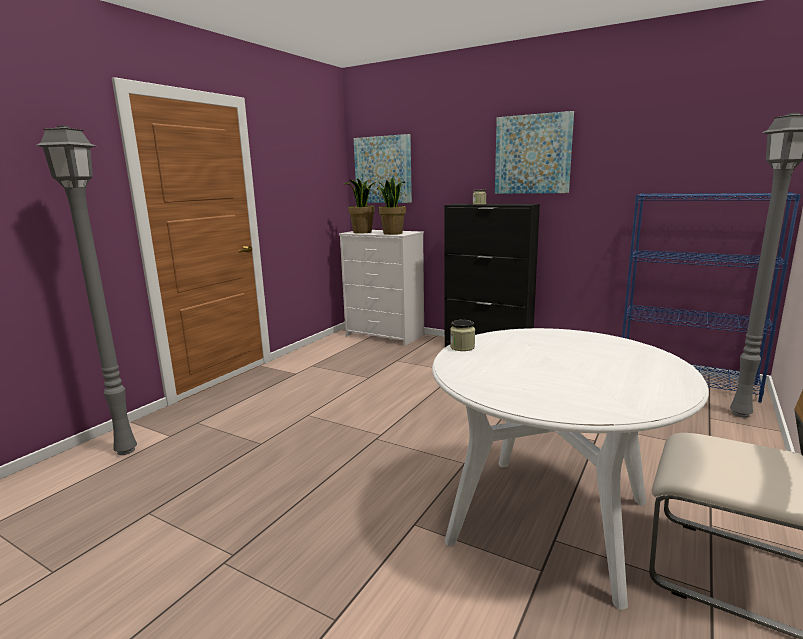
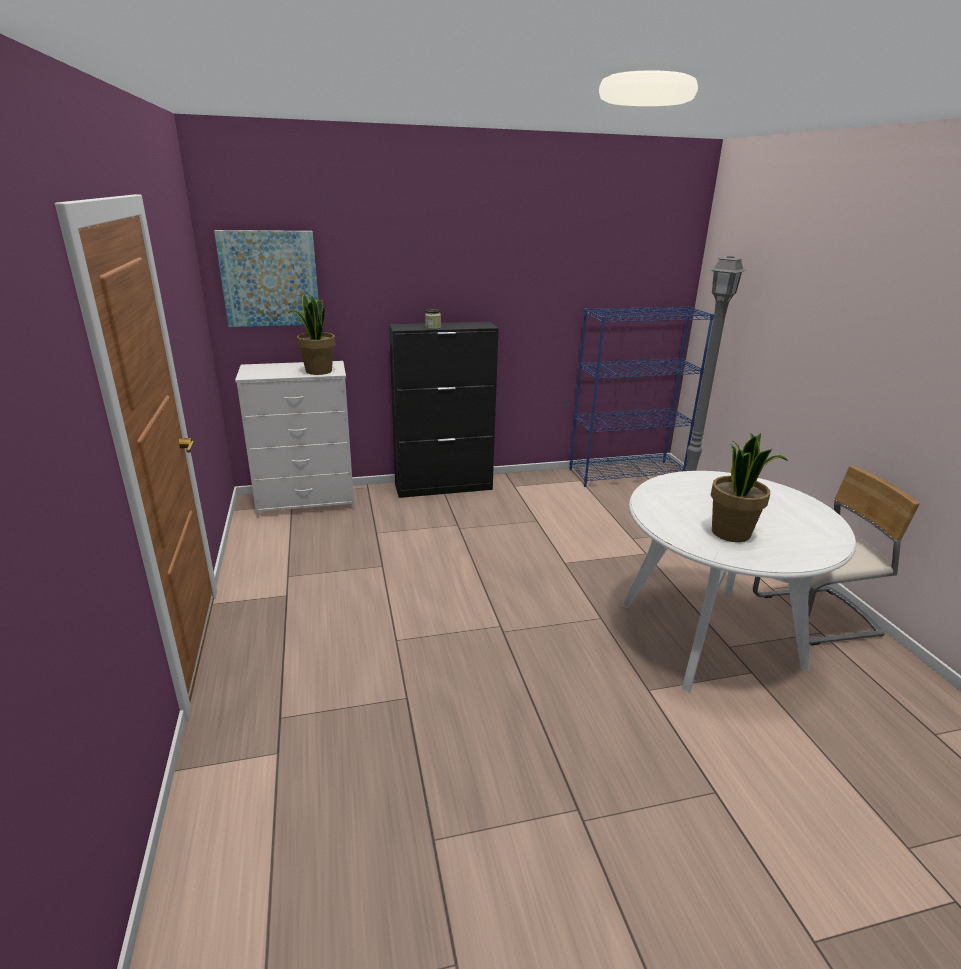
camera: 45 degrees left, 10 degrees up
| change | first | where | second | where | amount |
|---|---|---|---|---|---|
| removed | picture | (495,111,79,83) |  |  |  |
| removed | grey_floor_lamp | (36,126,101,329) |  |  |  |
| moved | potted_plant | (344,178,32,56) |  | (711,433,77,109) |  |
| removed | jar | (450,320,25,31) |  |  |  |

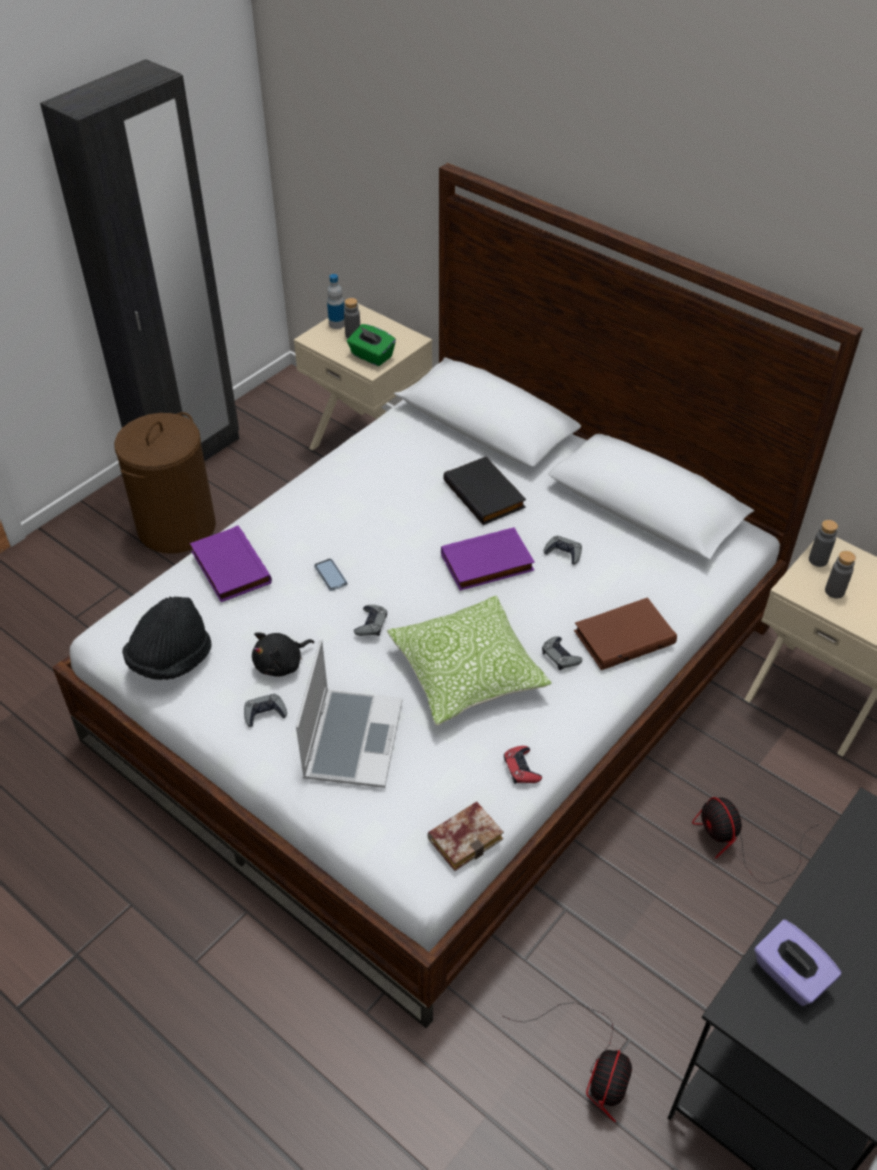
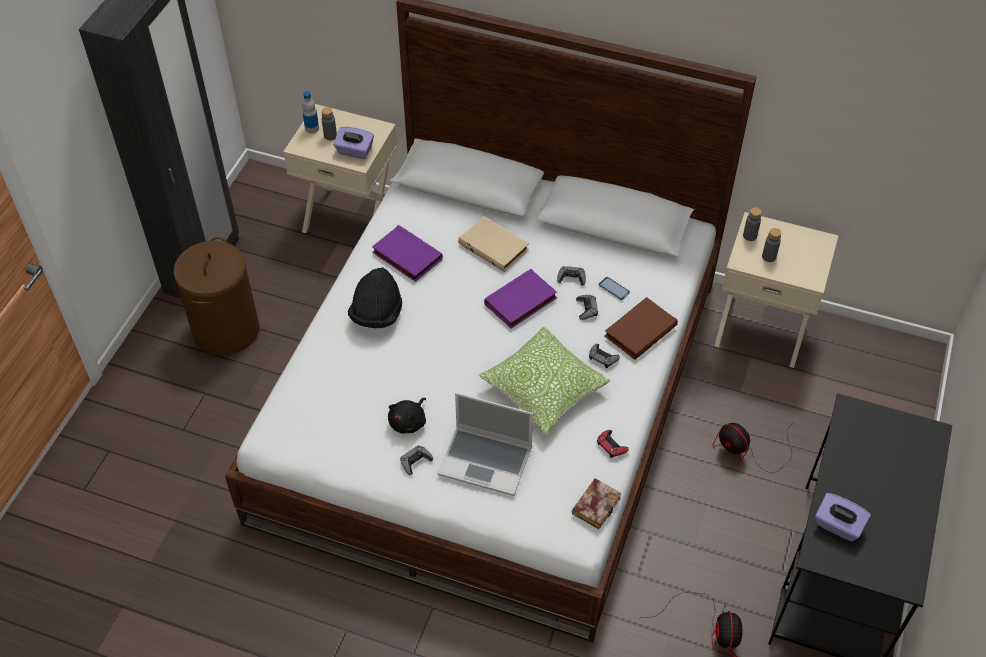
camera: 20 degrees left, 5 degrees up
| change | first | where | second | where | amount |
|---|---|---|---|---|---|
| recoloured | green_tissue_box | (347,324,49,42) | purple_tissue_box | (333,127,41,32) |  |
| recoloured | black_book | (443,457,83,68) | beige_book | (458,216,71,56) |  |
| moved | purple_book | (190,526,82,76) |  | (372,225,71,57) |  |
| moved | phone | (314,559,33,32) |  | (598,277,32,23) |  |
| moved | black_hat | (122,597,90,83) |  | (348,267,54,61) |  |
| moved | grey_game_controller | (354,605,33,31) |  | (576,295,22,25) |  |
| turned | laptop | (296,639,107,149) |  | (438,393,95,103) | 120 degrees clockwise |

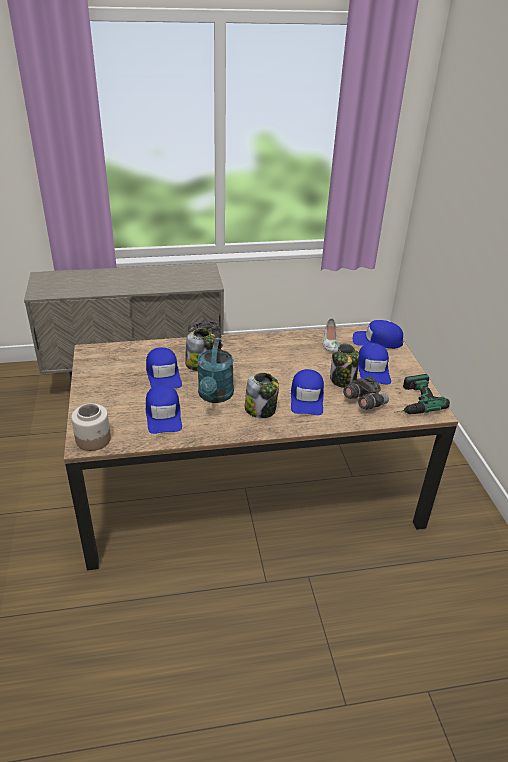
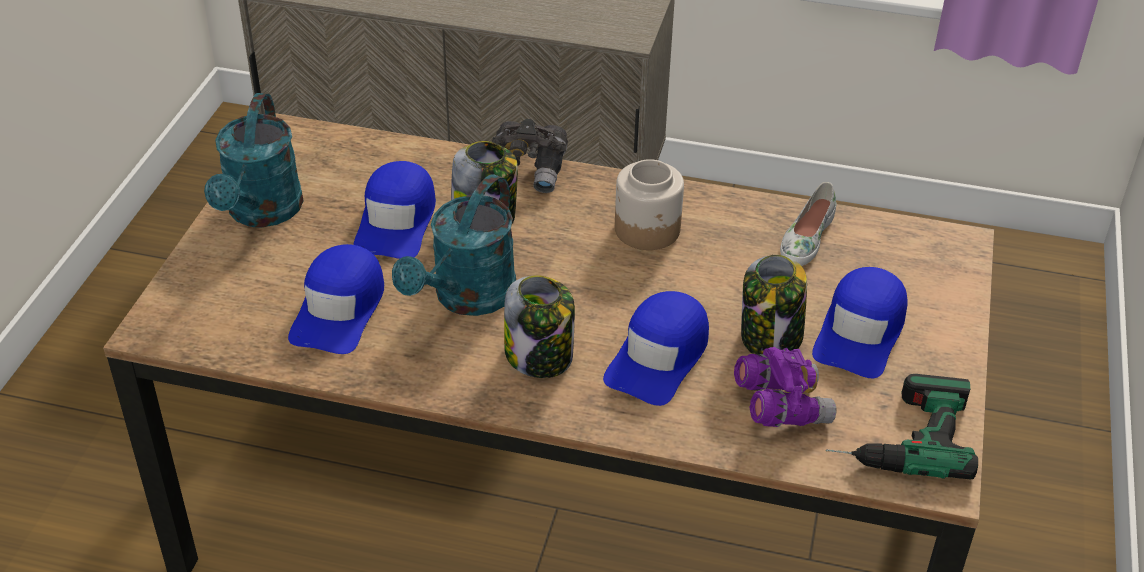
camera: 25 degrees right, 5 degrees up
| change | first | where | second | where | amount |
|---|---|---|---|---|---|
| removed | blue_cap | (353,320,50,29) |  |  |  |
| recoloured | grey_binoculars | (343,376,46,34) | purple_binoculars | (734,347,102,80) |  |
| moved | jar | (71,403,40,48) |  | (615,159,69,91) |  |
| added |  |  | turquoise_watering_can | (204,93,100,134) |  |

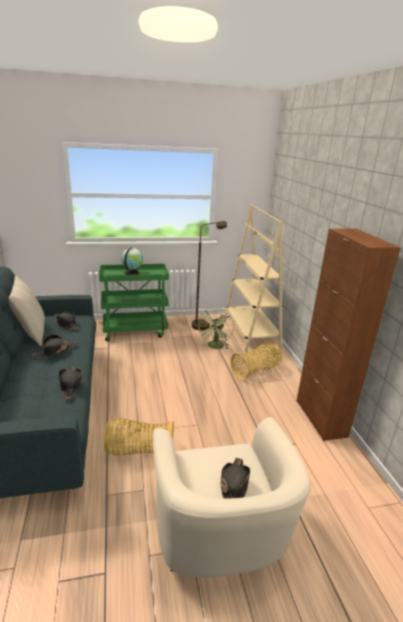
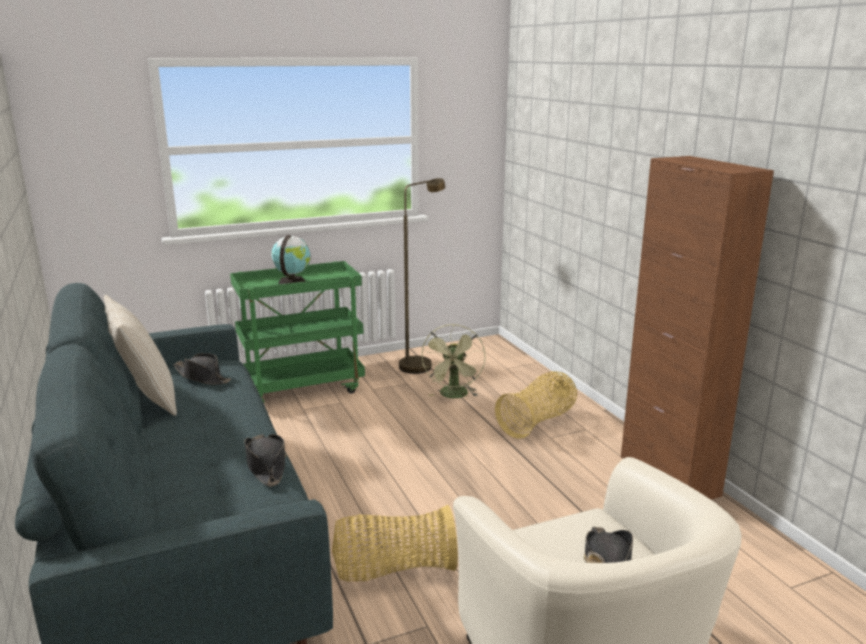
camera: 10 degrees left, 5 degrees down
| change | first | where | second | where | amount |
|---|---|---|---|---|---|
| removed | beige_bookcase | (225,204,58,148) |  |  |  |
| removed | black_hat | (31,334,46,23) |  |  |  |

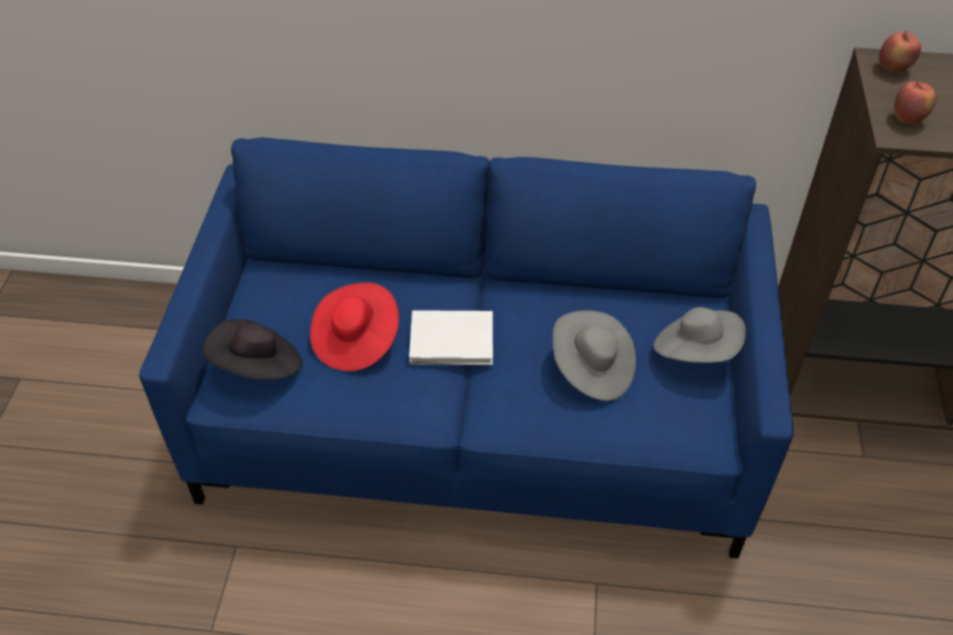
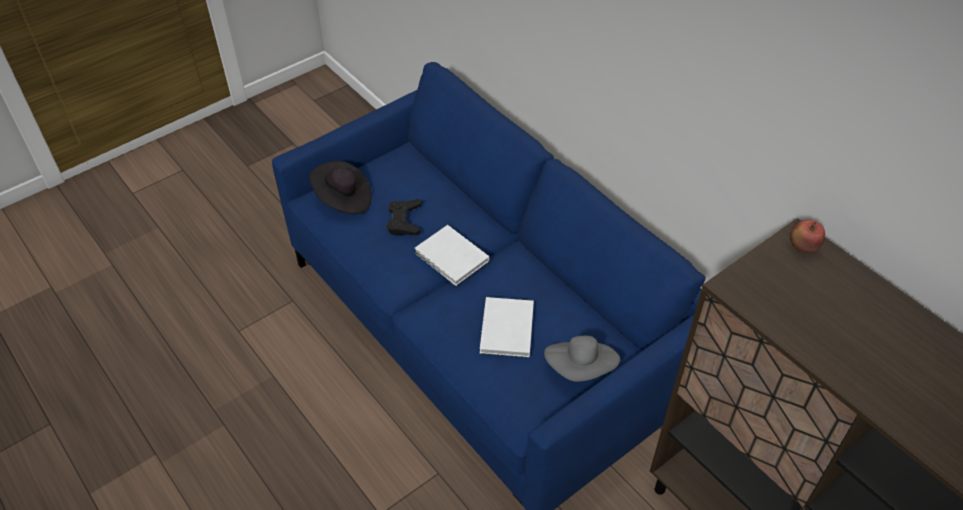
camera: 45 degrees right, 0 degrees up
| change | first | where | second | where | amount |
|---|---|---|---|---|---|
| removed | apple | (894,81,43,43) |  |  |  |
| replaced | red_hat | (310,283,89,88) | black_game_controller | (386,199,36,36) |  |
| replaced | grey_hat | (553,310,83,91) | white_book | (480,297,54,60) |  |

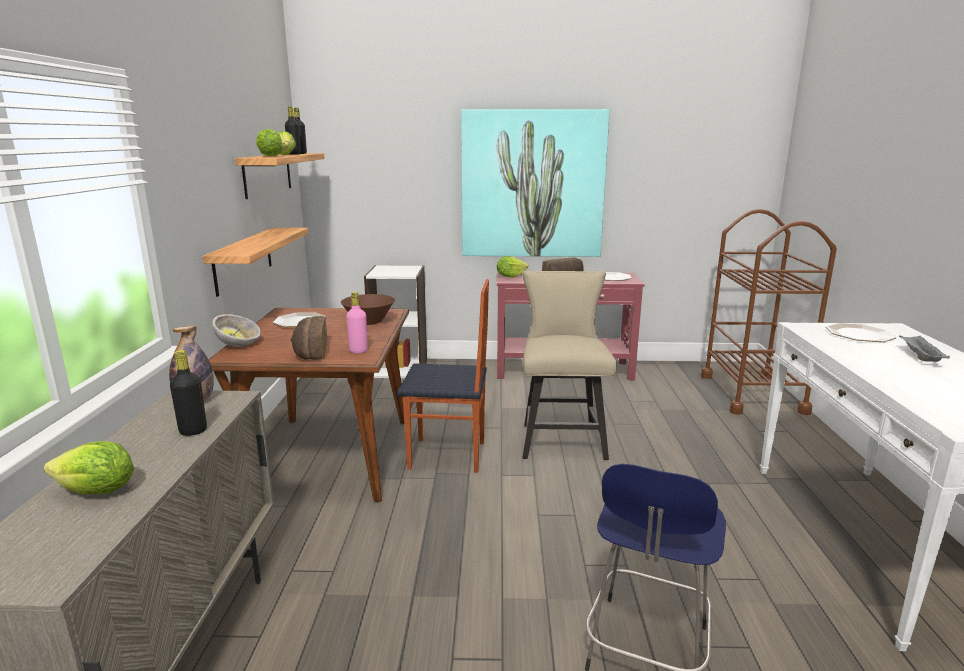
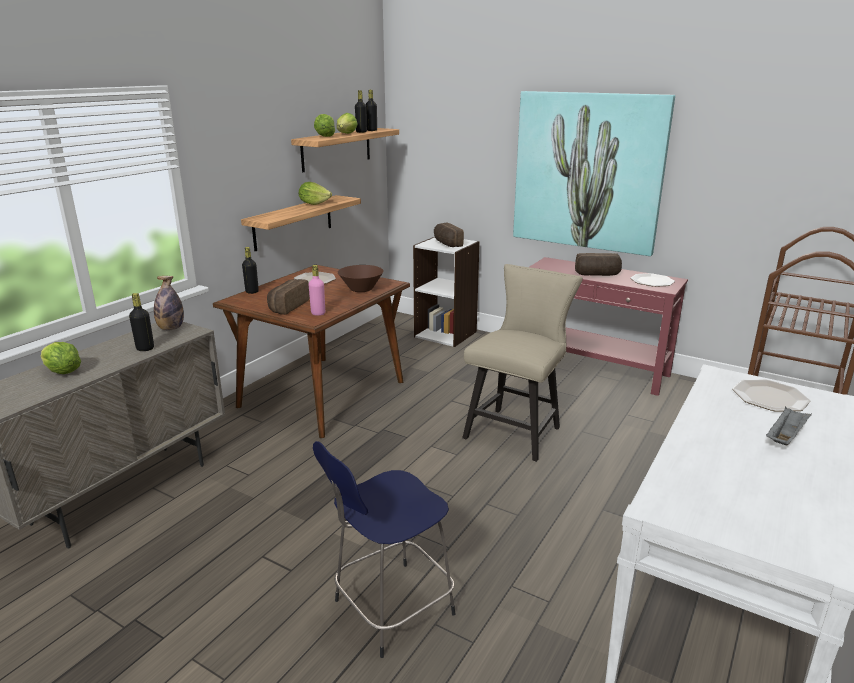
camera: 30 degrees right, 5 degrees up
| change | first | where | second | where | amount |
|---|---|---|---|---|---|
| moved | lettuce | (497,256,31,22) |  | (299,182,33,23) |  |
| removed | chair | (397,279,92,194) |  |  |  |
| replaced | bowl | (212,314,49,33) | black_bottle | (242,247,17,47) |  |
| added |  |  | bread | (434,222,30,25) |  |

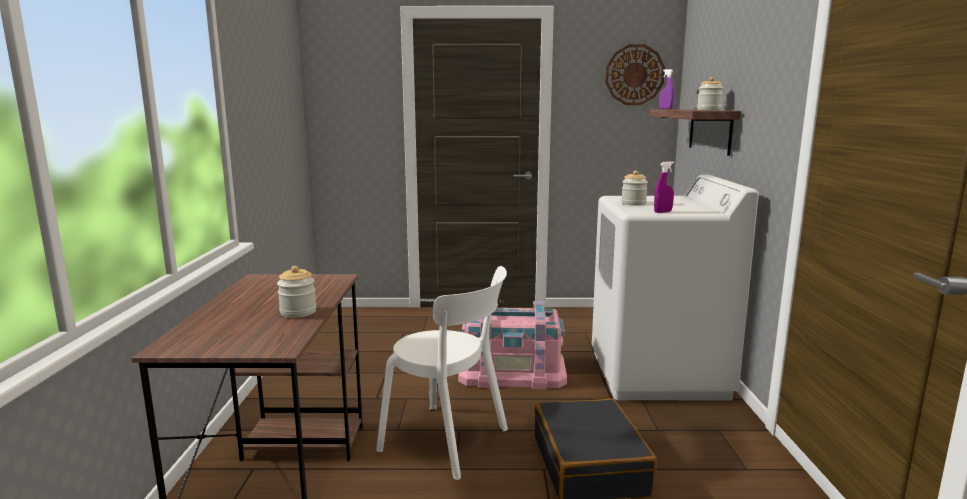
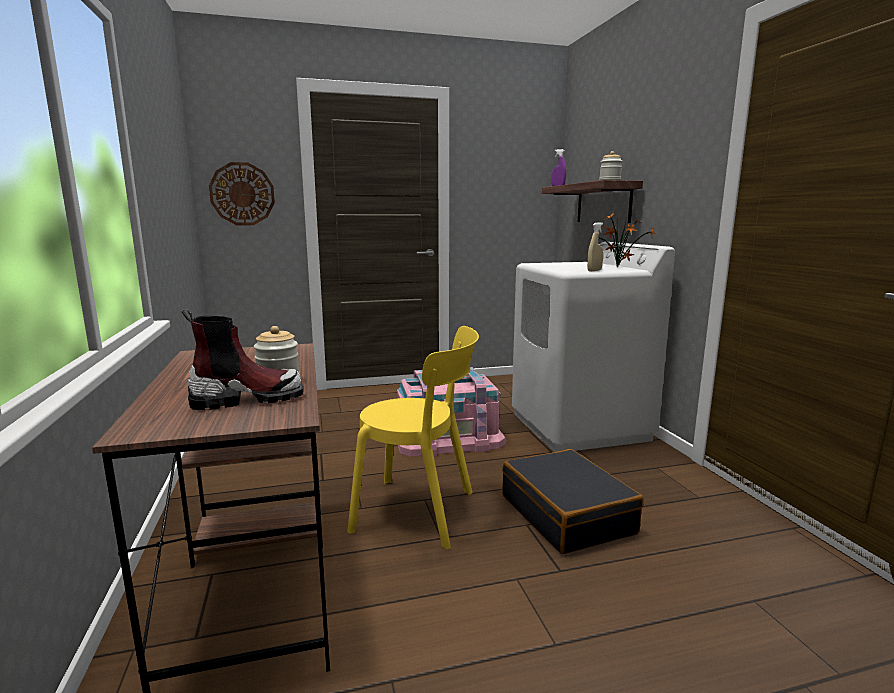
camera: 15 degrees left, 0 degrees up
| change | first | where | second | where | amount |
|---|---|---|---|---|---|
| moved | wall_clock | (605,44,60,61) |  | (209,162,66,63) |  |
| recoloured | purple_spray_bottle | (654,161,20,52) | beige_spray_bottle | (587,222,16,49) |  |
| removed | jar | (621,170,27,36) |  |  |  |
| recoloured | white_chair | (376,266,132,214) | yellow_chair | (347,326,132,223) |  |
| added |  |  | potted_plant | (598,212,57,55) |  |
| added |  |  | boot | (182,308,121,102) |  |

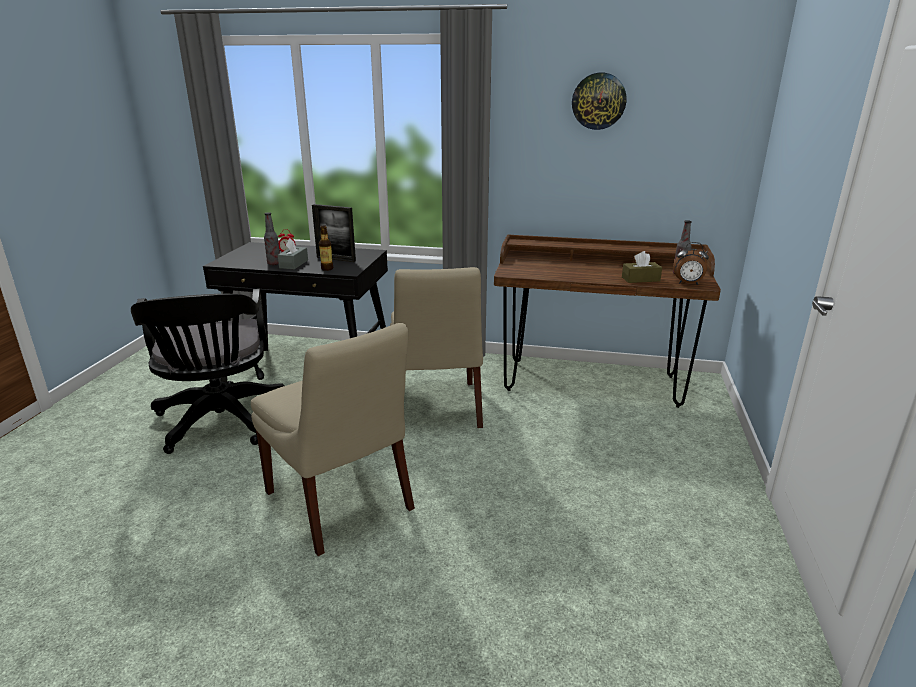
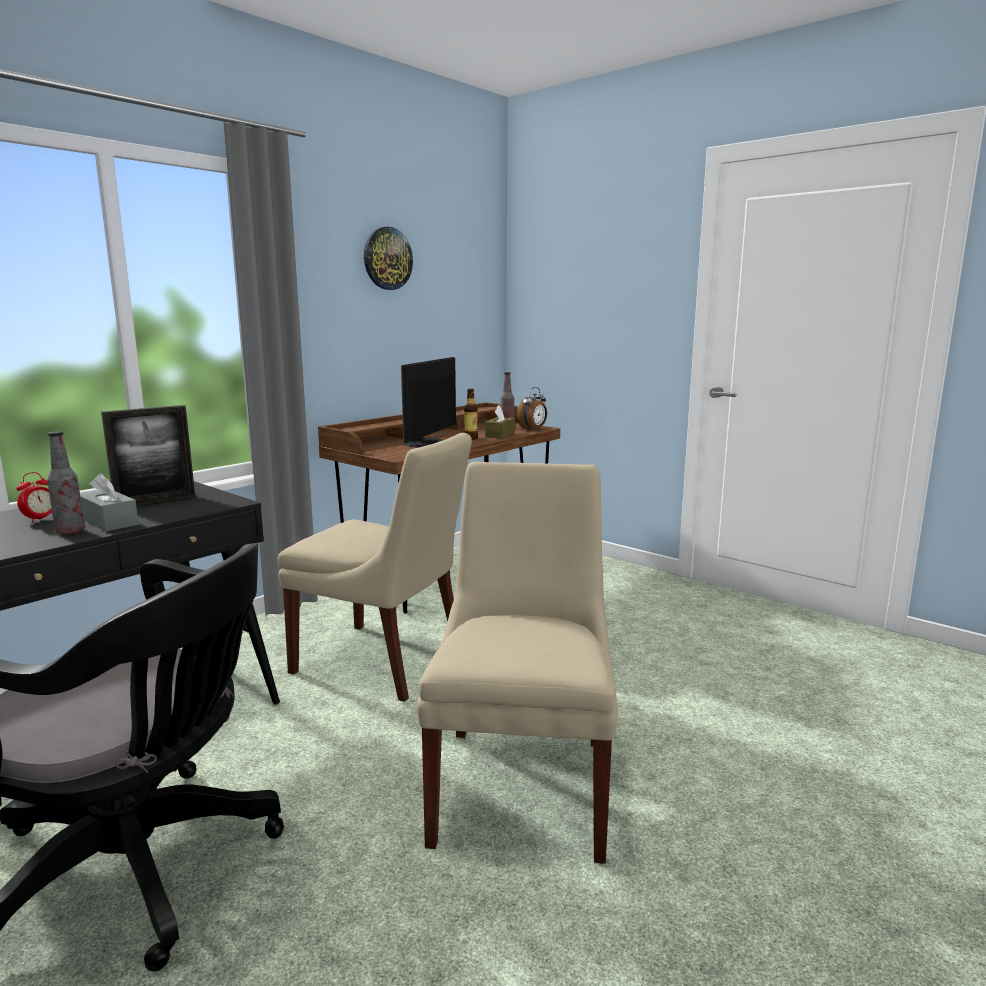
camera: 60 degrees left, 10 degrees down
| change | first | where | second | where | amount |
|---|---|---|---|---|---|
| moved | bottle | (319,225,14,46) |  | (464,389,14,51) |  |
| turned | beige_chair | (251,323,164,233) |  | (417,462,201,402) | 75 degrees counterclockwise |
| added |  |  | monitor | (401,357,55,91) |  |

